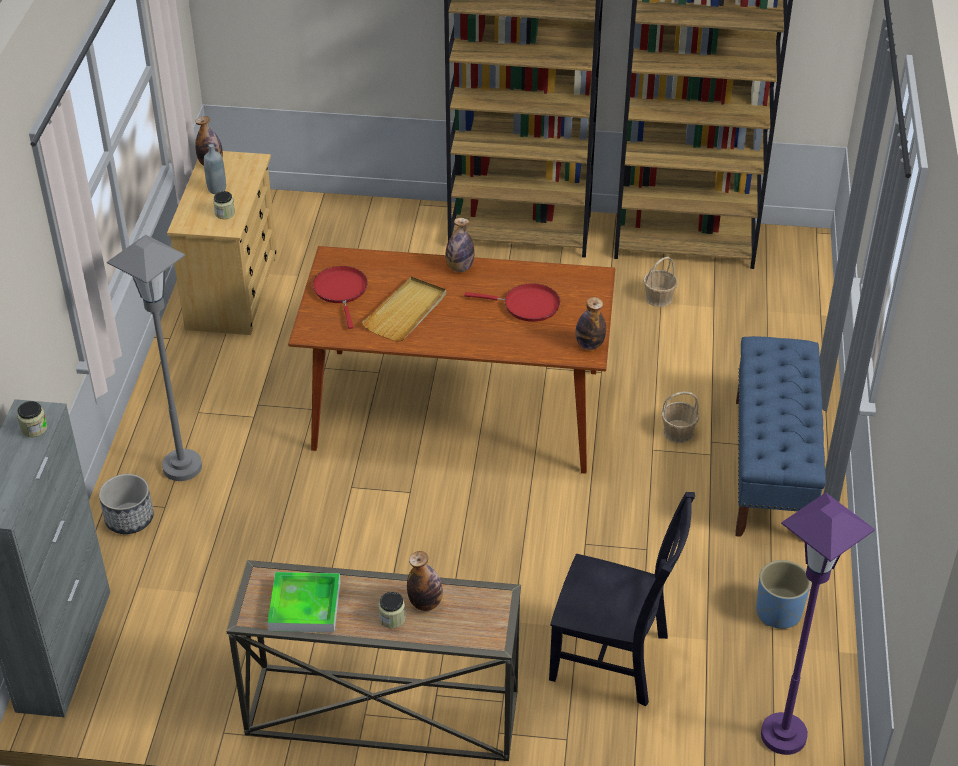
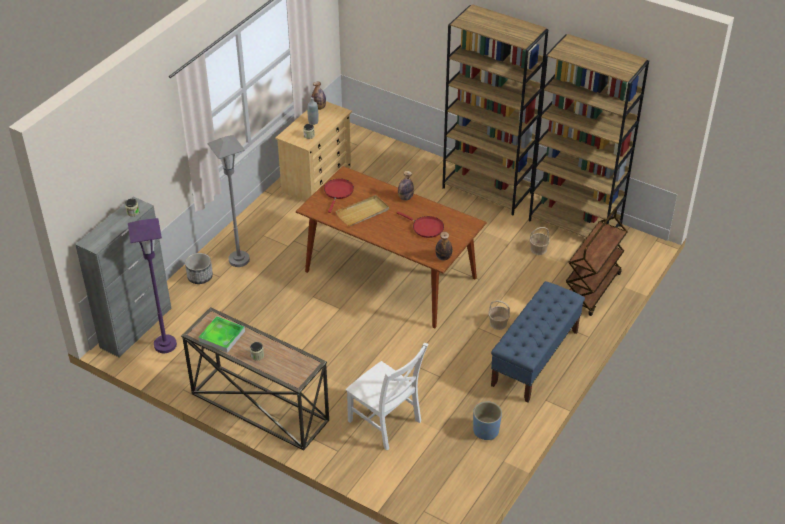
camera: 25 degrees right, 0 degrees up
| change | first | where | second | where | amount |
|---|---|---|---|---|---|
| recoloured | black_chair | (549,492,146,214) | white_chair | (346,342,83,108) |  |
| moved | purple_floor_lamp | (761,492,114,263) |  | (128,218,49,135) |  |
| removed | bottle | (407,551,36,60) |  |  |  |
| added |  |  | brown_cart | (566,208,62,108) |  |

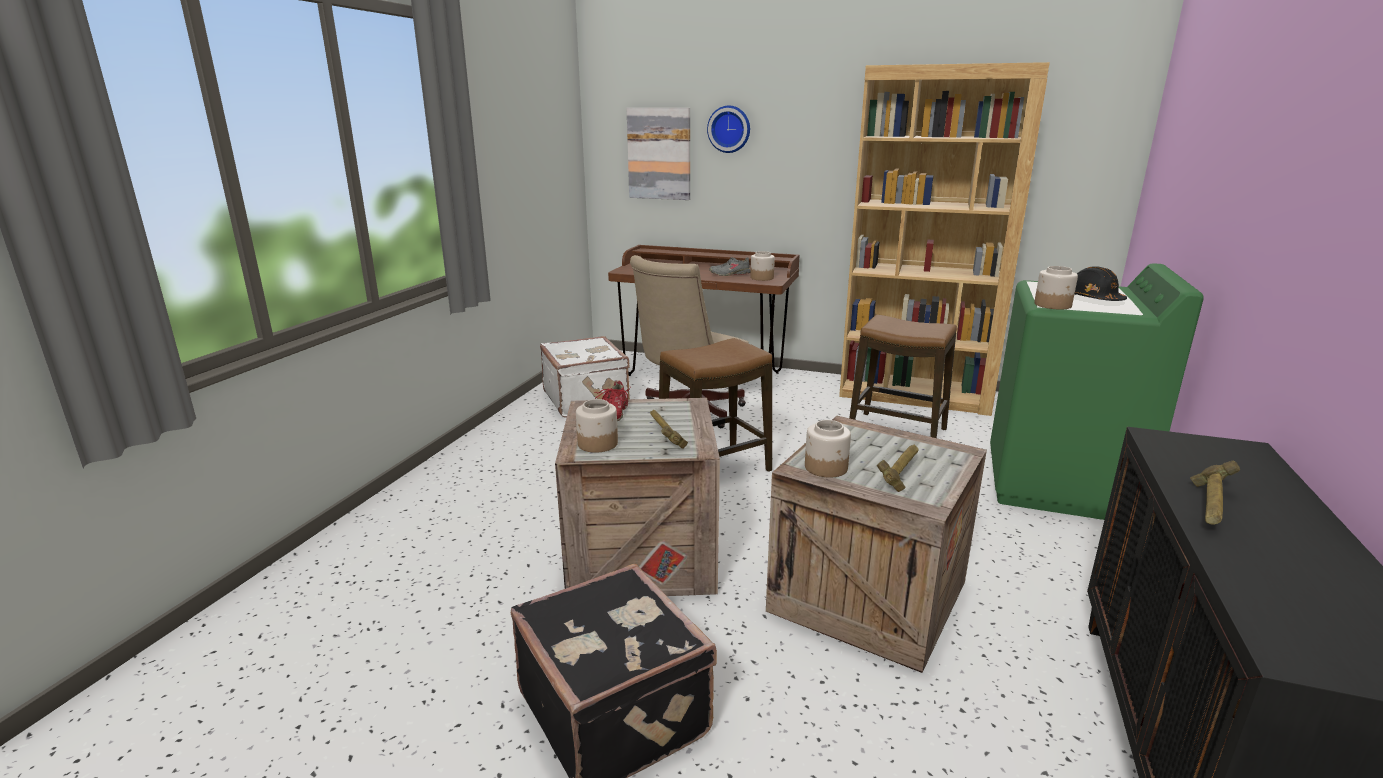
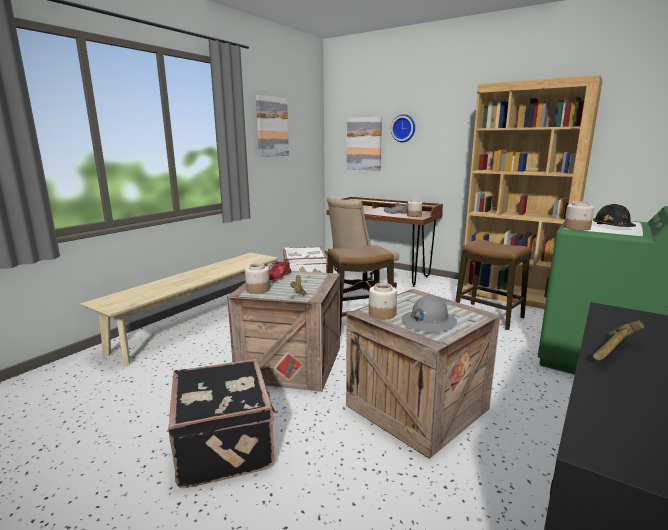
camera: 15 degrees right, 5 degrees down
| change | first | where | second | where | amount |
|---|---|---|---|---|---|
| replaced | hammer | (877,445,42,47) | grey_hard_hat | (402,295,55,37) |  |
| added |  |  | picture | (256,95,33,62) |  |
| added |  |  | beige_bench | (80,252,198,114) |  |

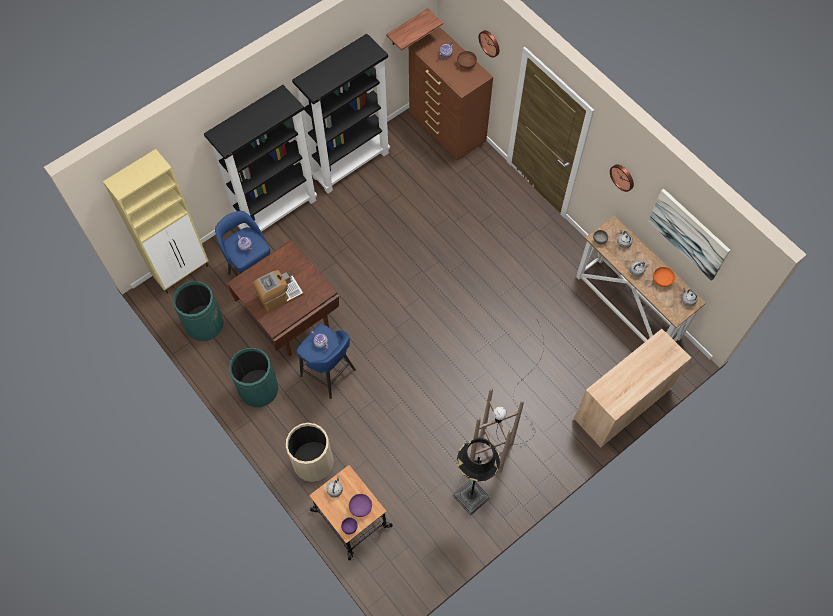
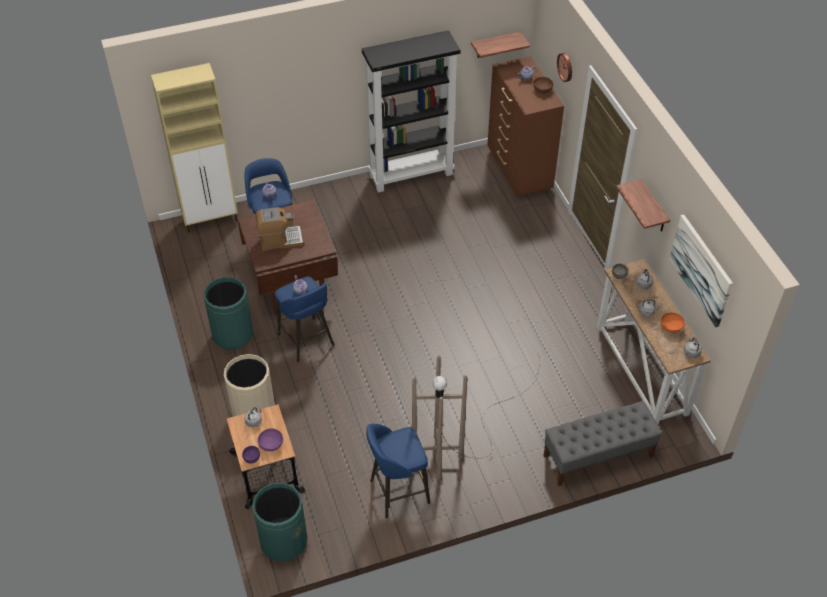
camera: 20 degrees right, 15 degrees down
| change | first | where | second | where | amount |
|---|---|---|---|---|---|
| removed | black_bookcase | (204,85,113,147) |  |  |  |
| replaced | wall_clock | (610,164,24,28) | shelf | (616,179,54,53) |  |
| moved | green_trash_can | (173,281,51,60) |  | (252,483,55,79) |  |
| replaced | beige_cabinet | (574,329,117,118) | grey_bench | (543,401,119,85) |  |
| replaced | black_floor_lamp | (452,438,48,78) | blue_stool | (366,424,64,94) |  |

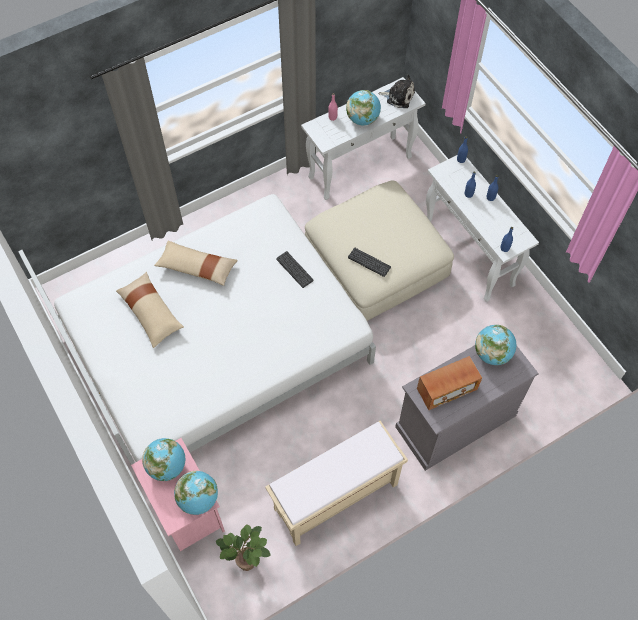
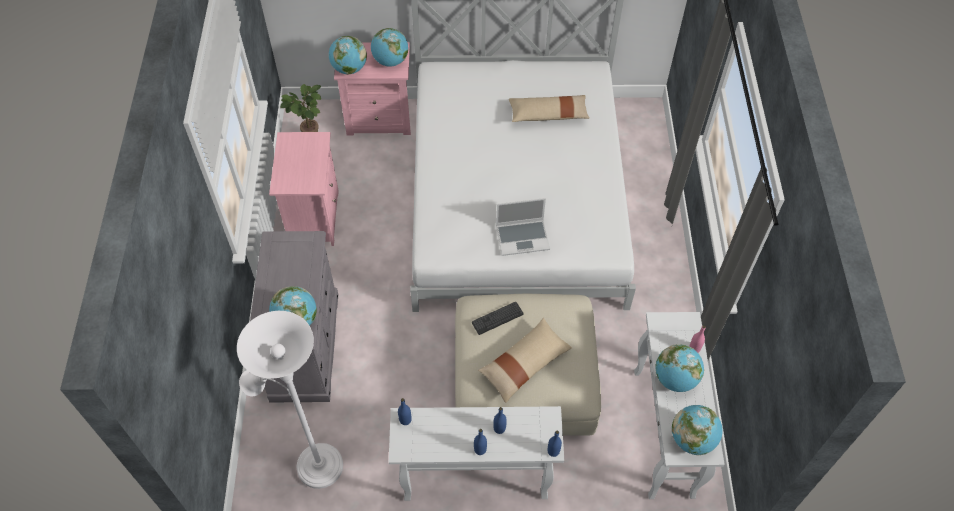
camera: 120 degrees right, 5 degrees down
| change | first | where | second | where | amount |
|---|---|---|---|---|---|
| replaced | plush_toy | (378,75,37,33) | globe | (672,405,51,50) |  |
| moved | beige_pillow | (154,241,84,45) |  | (478,318,94,85) |  |
| replaced | keyboard | (276,251,38,37) | laptop | (496,198,54,58) |  |
| removed | radio | (417,356,65,54) |  |  |  |
| replaced | beige_bench | (265,420,143,126) | pink_nightstand | (269,132,70,114) |  |
| added |  |  | white_floor_lamp | (237,311,106,178) |  |

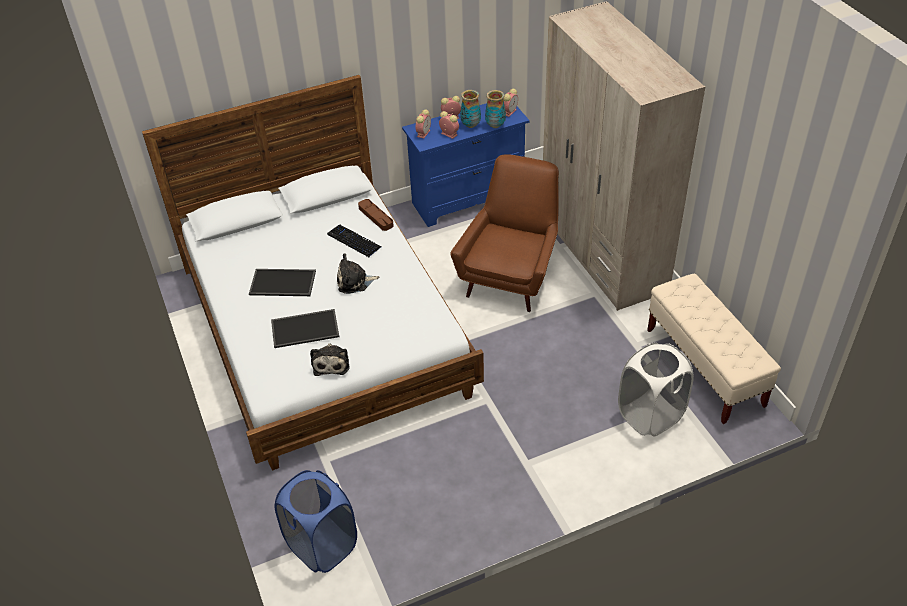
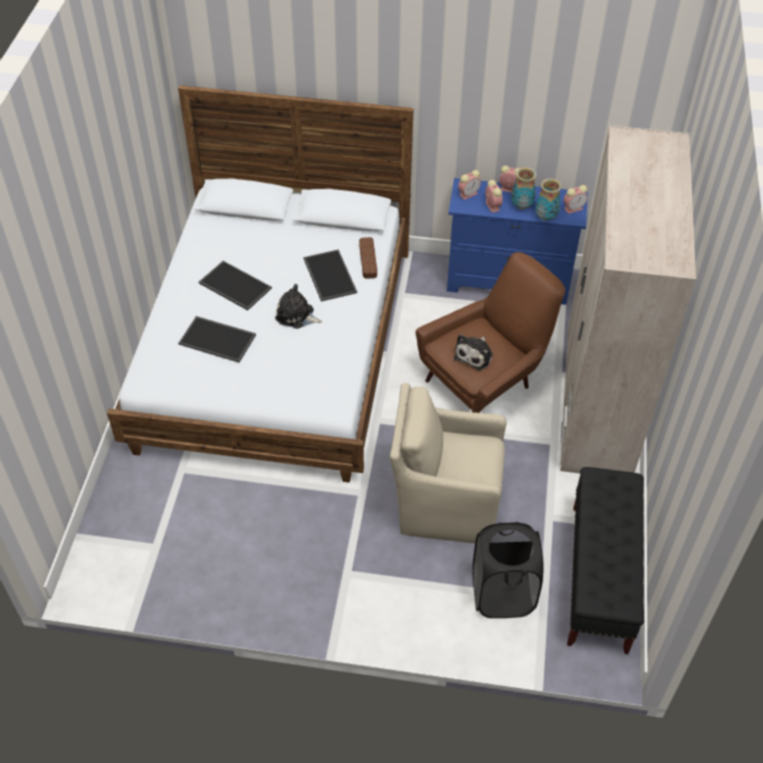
camera: 30 degrees right, 5 degrees up
| change | first | where | second | where | amount |
|---|---|---|---|---|---|
| replaced | keyboard | (327,225,55,33) | tray | (303,249,54,52) |  |
| recoloured | beige_bench | (647,274,134,150) | black_bench | (567,467,77,187) |  |
| recoloured | white_laundry_basket | (618,342,76,94) | black_laundry_basket | (473,522,71,96) |  |
| moved | plush_toy | (310,343,40,33) |  | (454,335,39,35) |  |
| removed | blue_laundry_basket | (274,470,83,103) |  |  |  |
| added |  |  | beige_armchair | (390,383,116,160) |  |

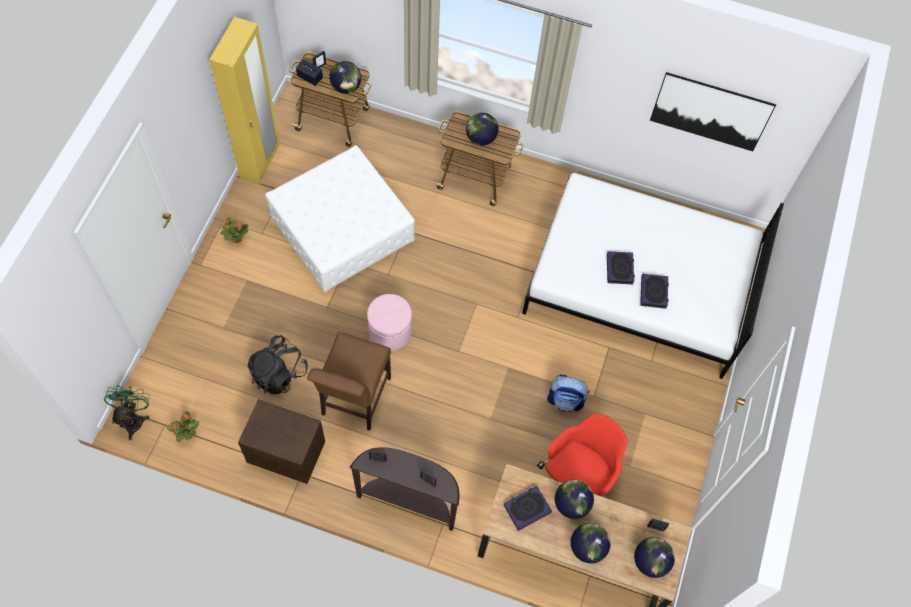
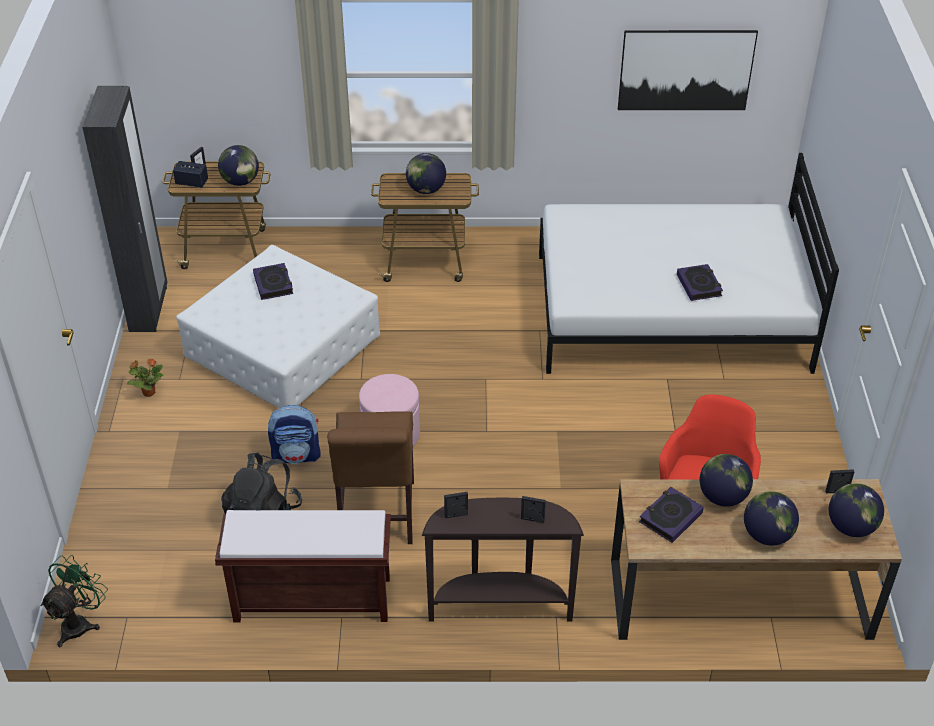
camera: 15 degrees left, 20 degrees down
| change | first | where | second | where | amount |
|---|---|---|---|---|---|
| recoloured | yellow_wardrobe | (209,17,71,167) | black_wardrobe | (82,86,85,246) |  |
| moved | book | (607,251,28,33) |  | (253,263,40,37) |  |
| moved | backpack | (547,375,42,38) |  | (268,405,53,59) |  |
| turned | green_fan | (104,386,46,54) |  | (40,555,68,92) | 45 degrees clockwise |
| replaced | brown_nightstand | (238,399,87,85) | brown_bench | (215,510,176,112) |  |
| removed | potted_plant | (166,411,33,31) |  |  |  |

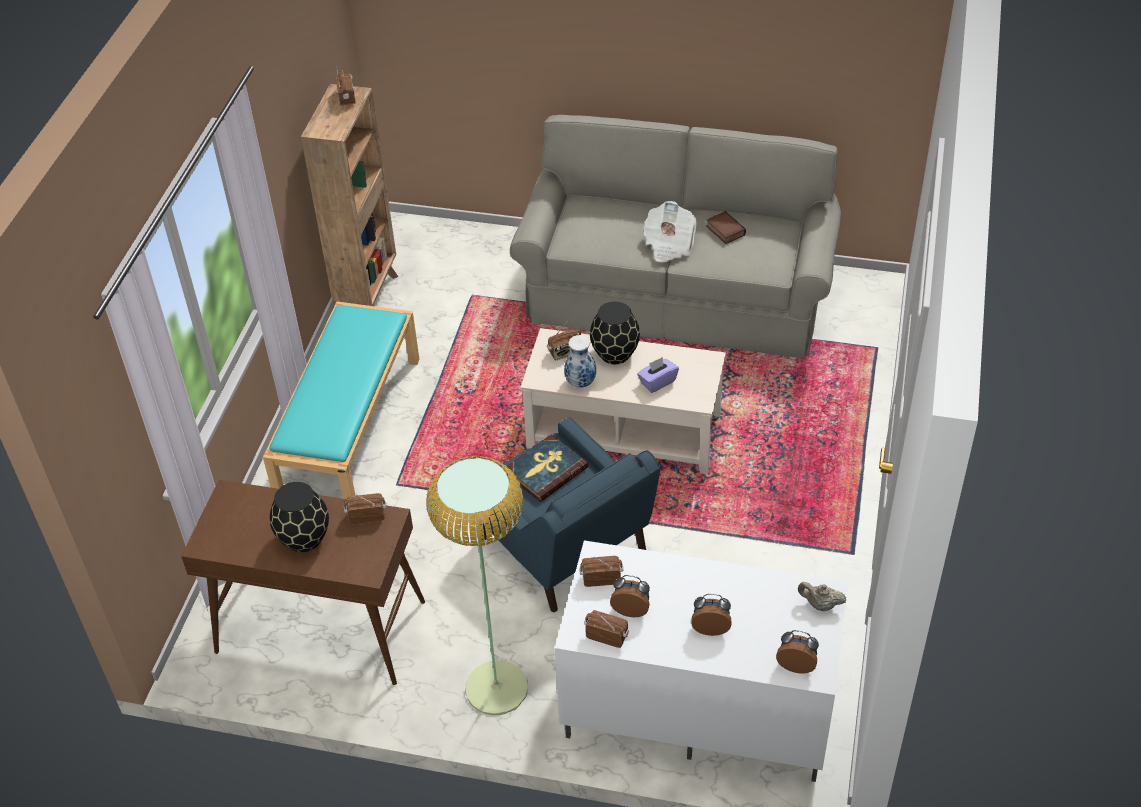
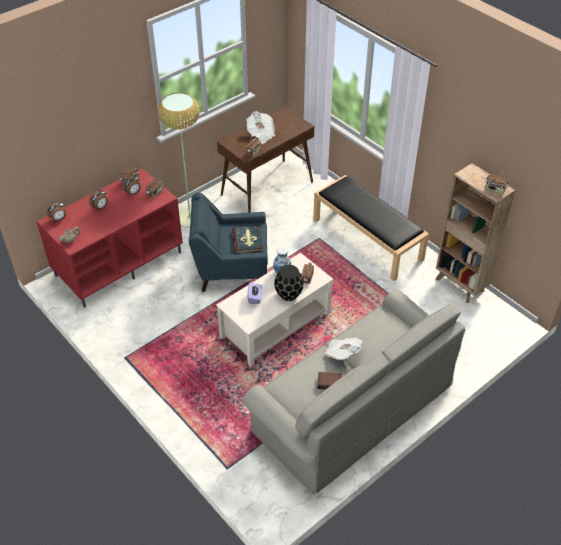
camera: 125 degrees right, 0 degrees up
| change | first | where | second | where | amount |
|---|---|---|---|---|---|
| recoloured | turquoise_bench | (263,302,157,197) | black_bench | (313,175,116,106) |  |
| replaced | black_vase | (270,482,59,70) | newspaper | (247,111,29,33) |  |
| recoloured | white_tv_stand | (555,540,294,242) | red_tv_stand | (36,168,147,140) |  |

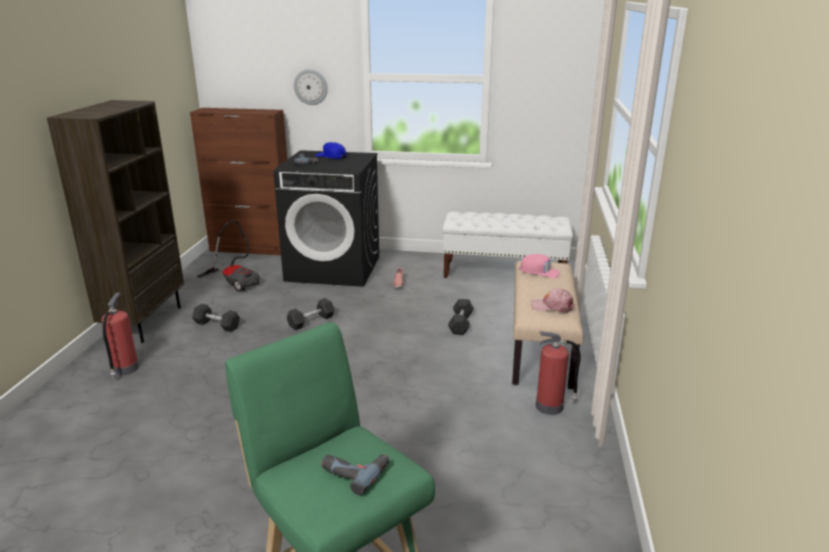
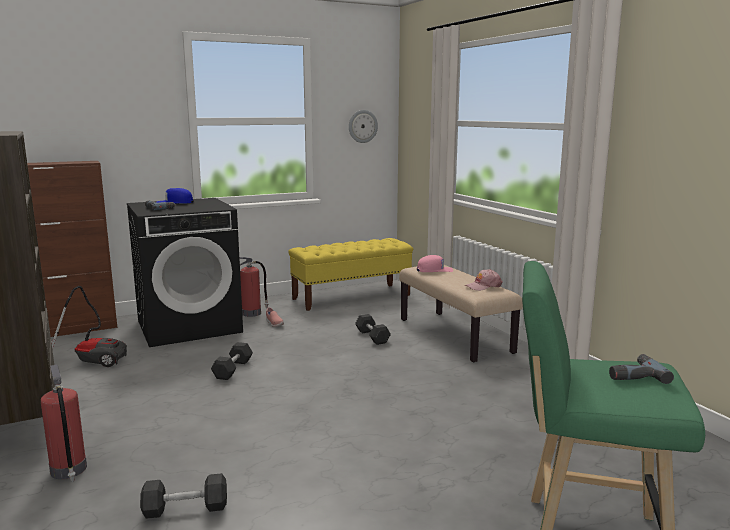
camera: 35 degrees left, 10 degrees down
| change | first | where | second | where | amount |
|---|---|---|---|---|---|
| moved | wall_clock | (294,69,34,36) |  | (349,110,29,33) |  |
| recoloured | white_bench | (442,212,131,66) | yellow_bench | (288,238,125,73) |  |
| moved | grey_dumbbell | (192,304,48,28) |  | (140,473,87,46) |  |
| moved | fire_extinguisher | (536,331,45,84) |  | (239,257,29,60) |  |

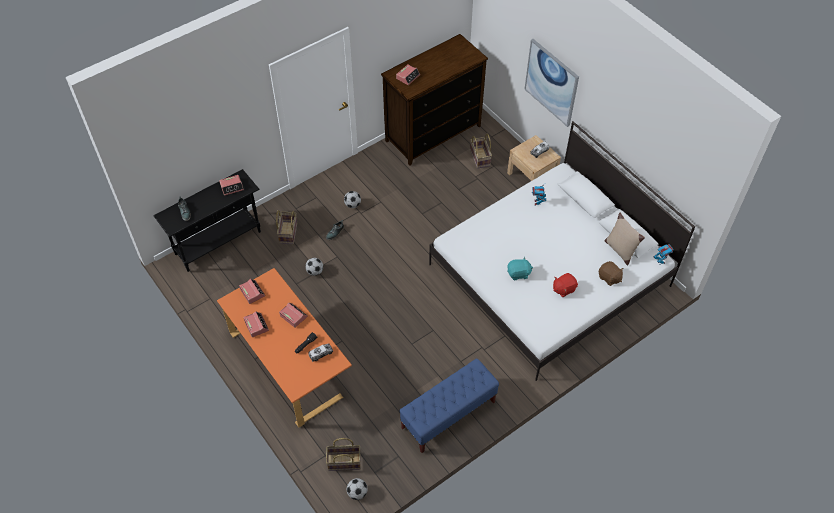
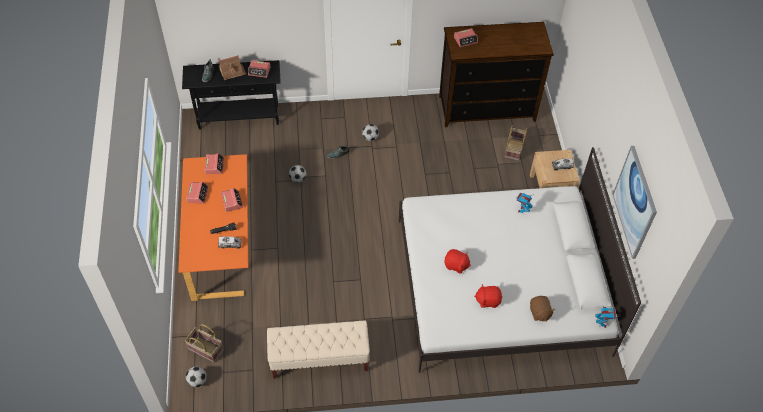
camera: 30 degrees right, 0 degrees up
| change | first | where | second | where | amount |
|---|---|---|---|---|---|
| moved | picture | (524,39,55,88) |  | (612,146,45,113) |  |
| removed | basket | (276,210,21,34) |  |  |  |
| removed | beige_pillow | (605,213,40,53) |  |  |  |
| recoloured | turquoise_plush_toy | (507,257,26,23) | red_plush_toy | (444,249,27,25) |  |
| recoloured | blue_bench | (399,359,100,94) | beige_bench | (267,320,103,59) |  |
| added |  |  | toy_house | (219,55,27,25) |  |

